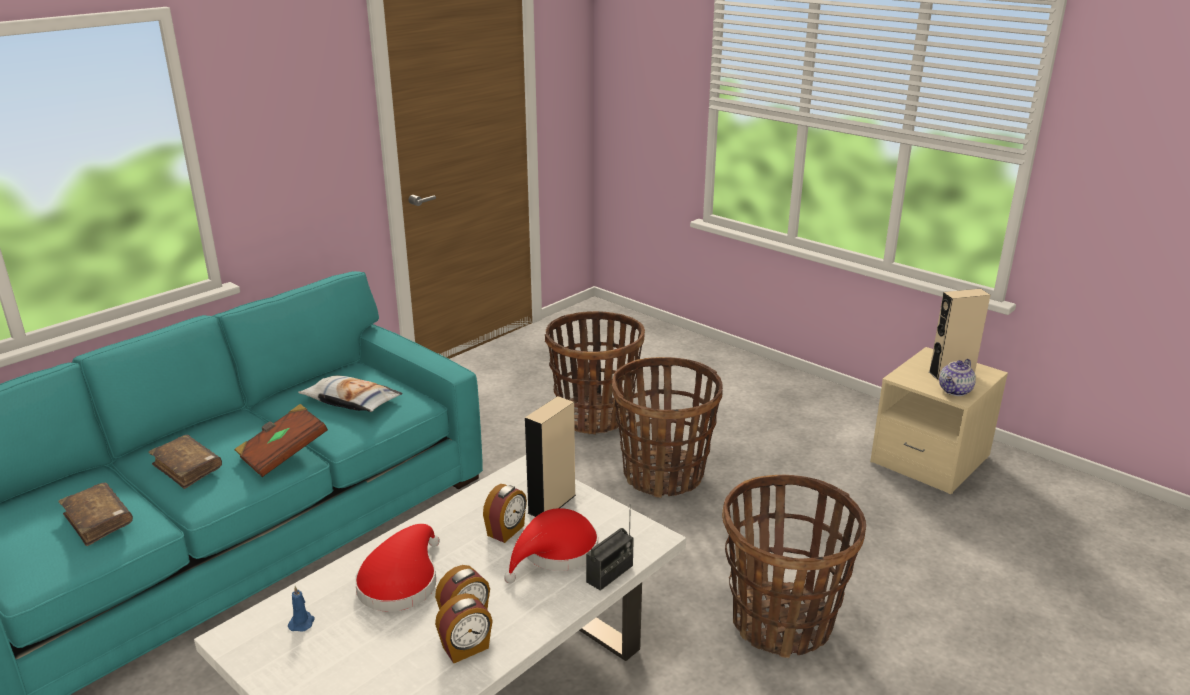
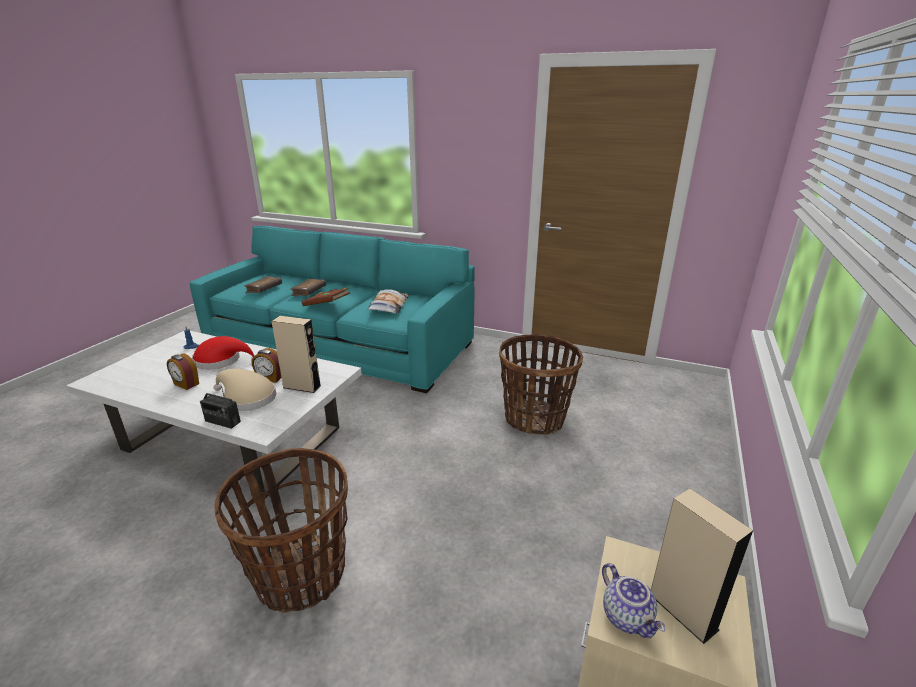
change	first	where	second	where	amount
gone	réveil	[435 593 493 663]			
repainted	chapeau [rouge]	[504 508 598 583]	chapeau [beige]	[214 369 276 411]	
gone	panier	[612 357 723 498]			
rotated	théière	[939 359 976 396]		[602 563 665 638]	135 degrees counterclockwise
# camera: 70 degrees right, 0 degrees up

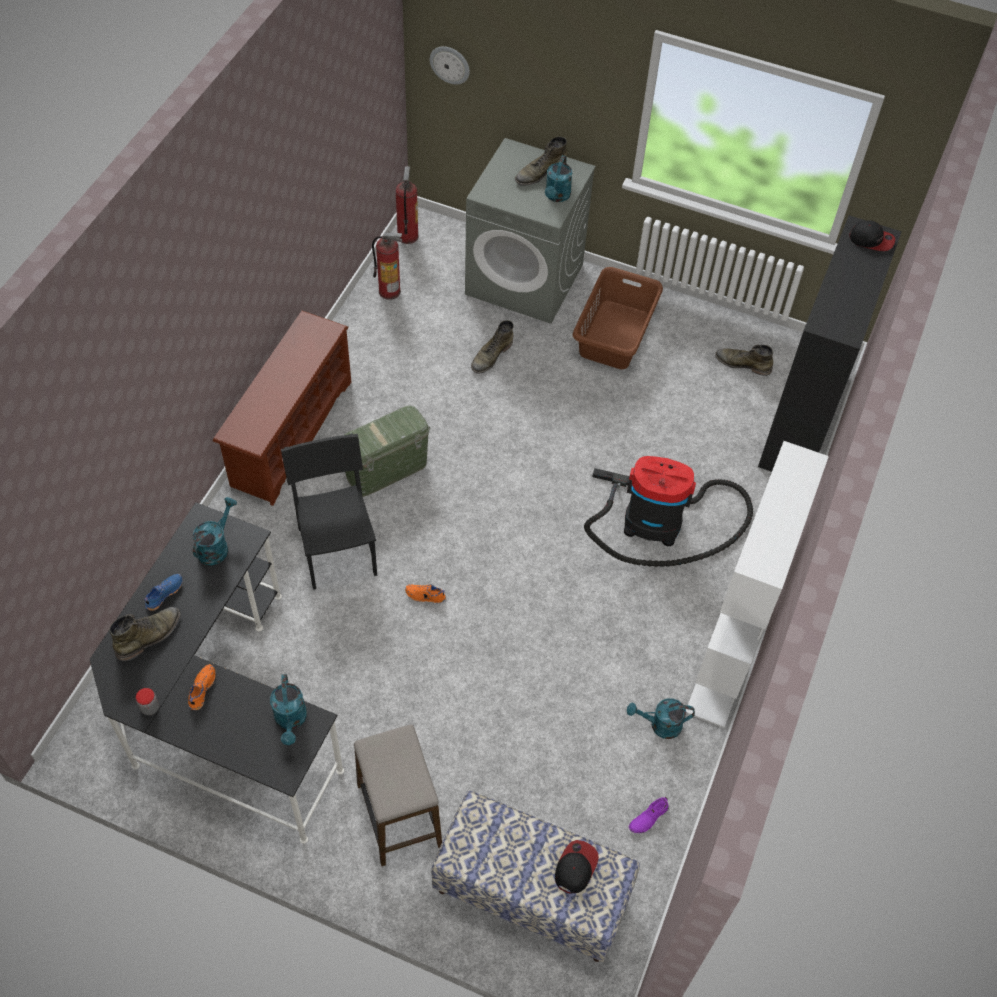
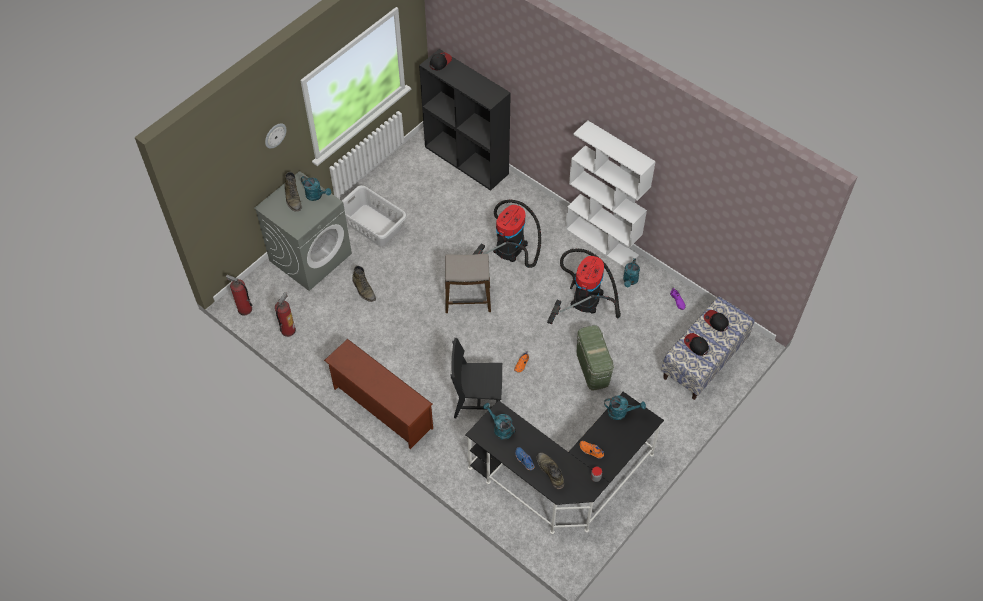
change	first	where	second	where	amount
shifted	boîte de rangement [vert]	[345 405 430 497]		[577 325 614 390]	
shifted	tabouret	[354 724 442 866]		[445 254 491 313]	
shifted	horloge murale	[430 47 470 84]		[265 123 287 149]	
repainted	panier à linge [marron]	[573 267 663 369]	panier à linge [gris]	[342 185 407 246]	
gone	botte [vert]	[715 345 773 376]			
new			aspirateur	[547 249 621 324]	
new			casquette	[684 333 709 356]	
# camera: 70 degrees left, 0 degrees up

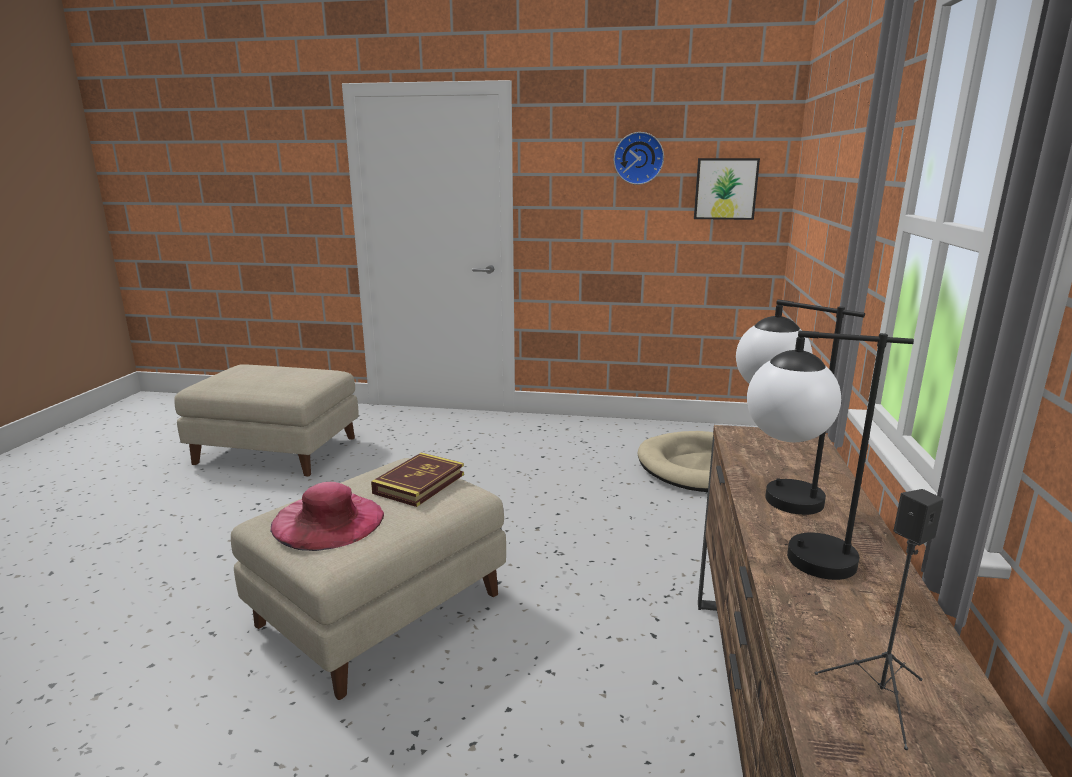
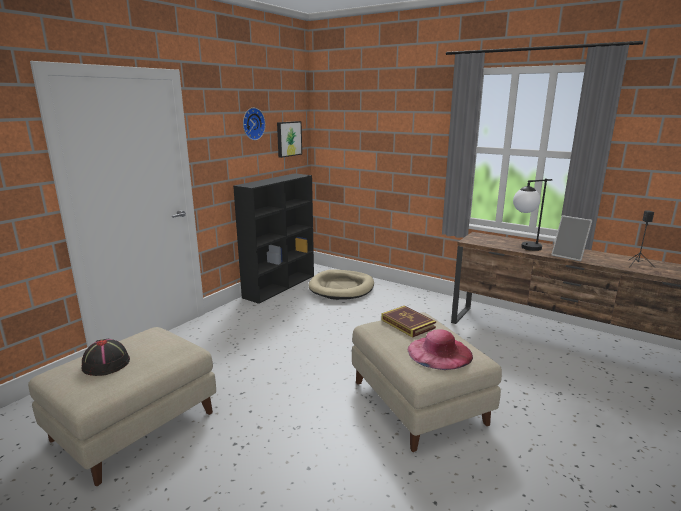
change	first	where	second	where	amount
swapped	lampe de table	[747 331 914 580]	cadre photo	[551 215 592 261]	
new			chapeau [noir]	[82 339 130 376]	
new			bibliothèque [noir]	[233 173 314 304]	
# camera: 65 degrees left, 0 degrees up

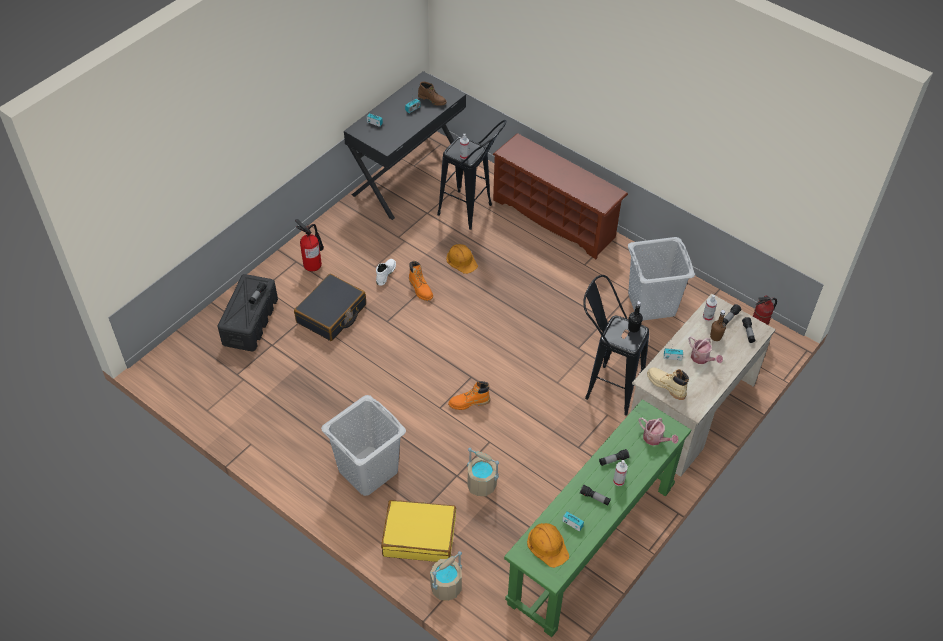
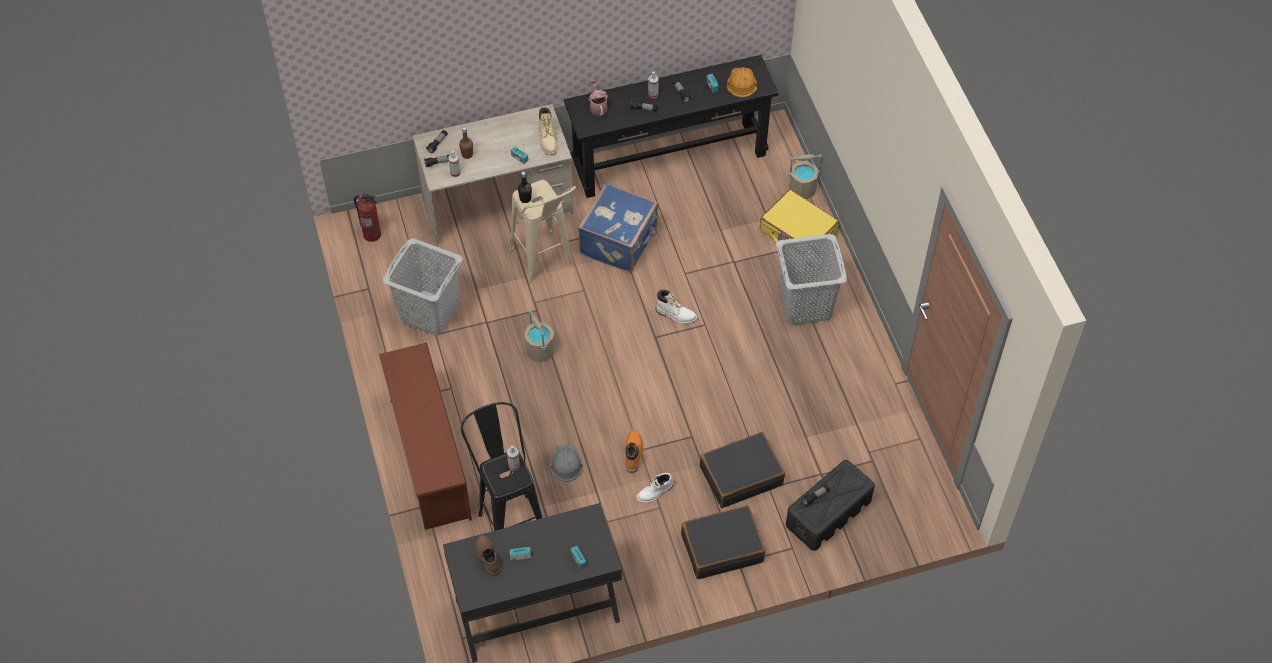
change	first	where	second	where	amount
swapped	extincteur	[295 219 324 272]	valise [noir]	[681 505 765 579]	
repainted	casque de chantier [orange]	[446 244 478 274]	casque de chantier [gris]	[551 444 583 482]	
repainted	botte [orange]	[448 381 490 410]	botte [blanc]	[655 290 697 324]	
shifted	seau [beige]	[467 448 499 496]		[525 309 556 362]	
repainted	table console [vert]	[504 399 691 637]	table console [noir]	[564 55 778 198]	
repainted	tabouret [noir]	[583 275 649 416]	tabouret [beige]	[509 180 576 282]	
gone	arrosoir	[688 337 723 364]			
new			valise [bleu]	[578 183 658 272]	
# camera: 145 degrees left, 5 degrees up

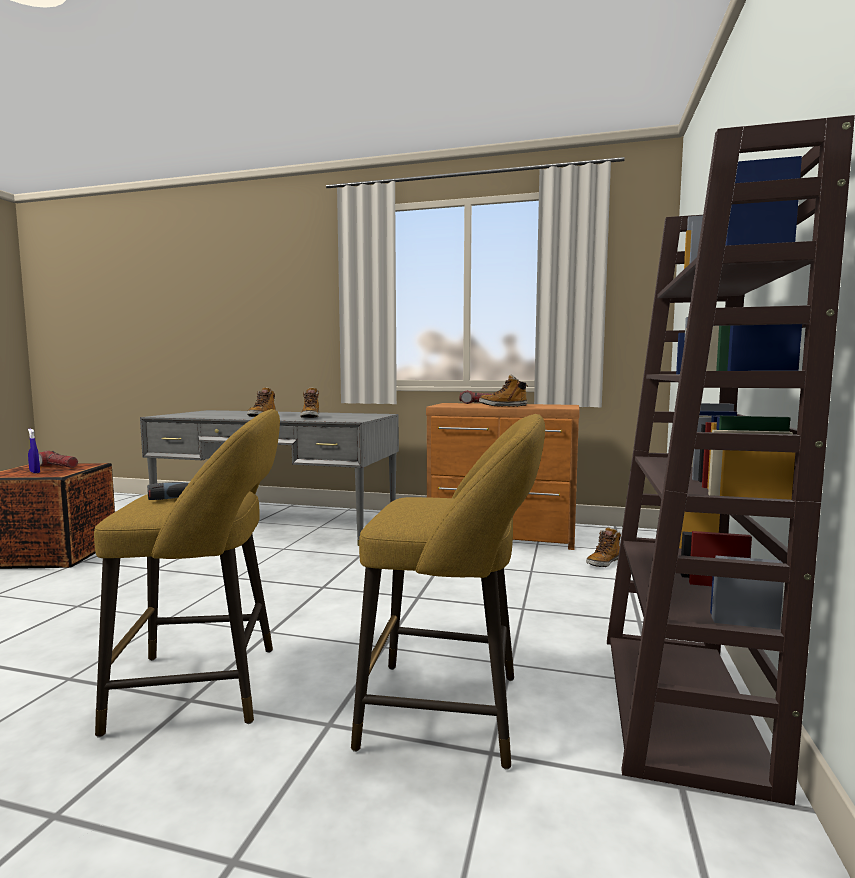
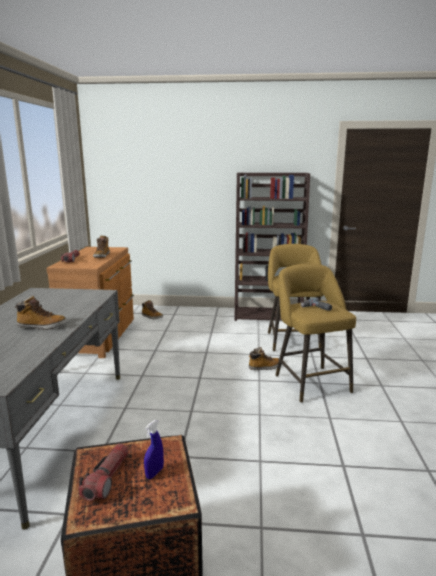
change	first	where	second	where	amount
shifted	botte	[300 387 319 418]		[248 347 279 370]	
# camera: 100 degrees left, 10 degrees up

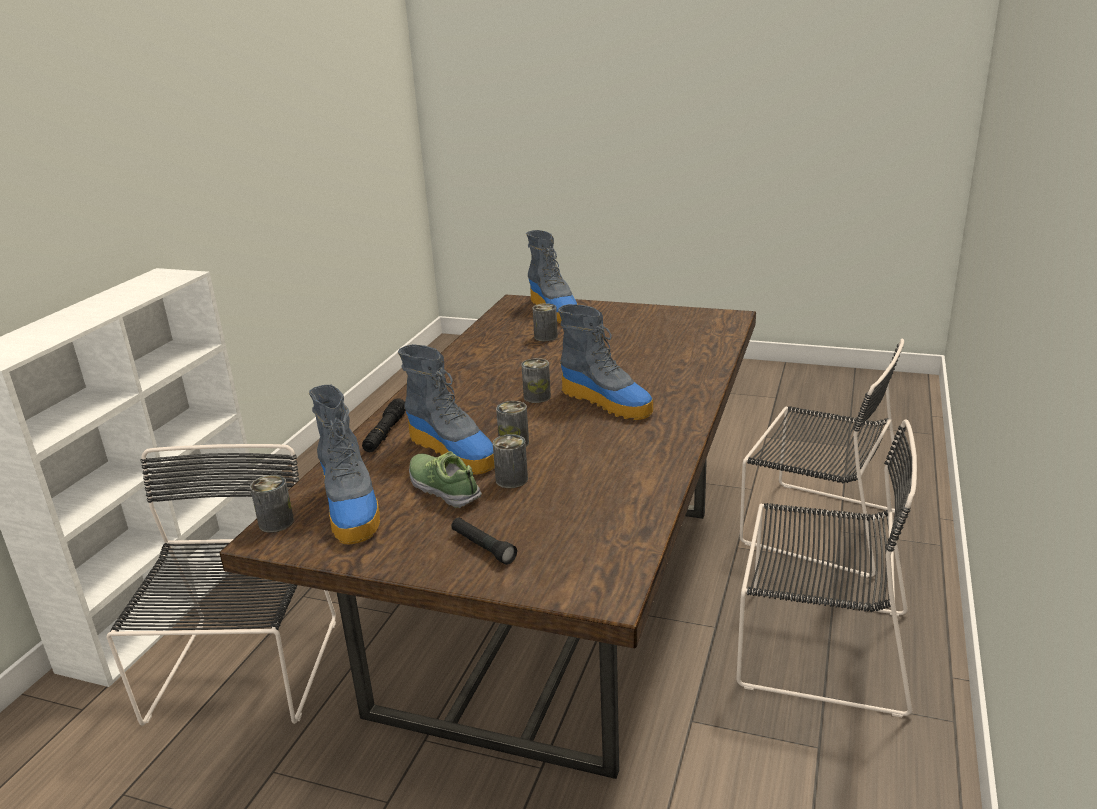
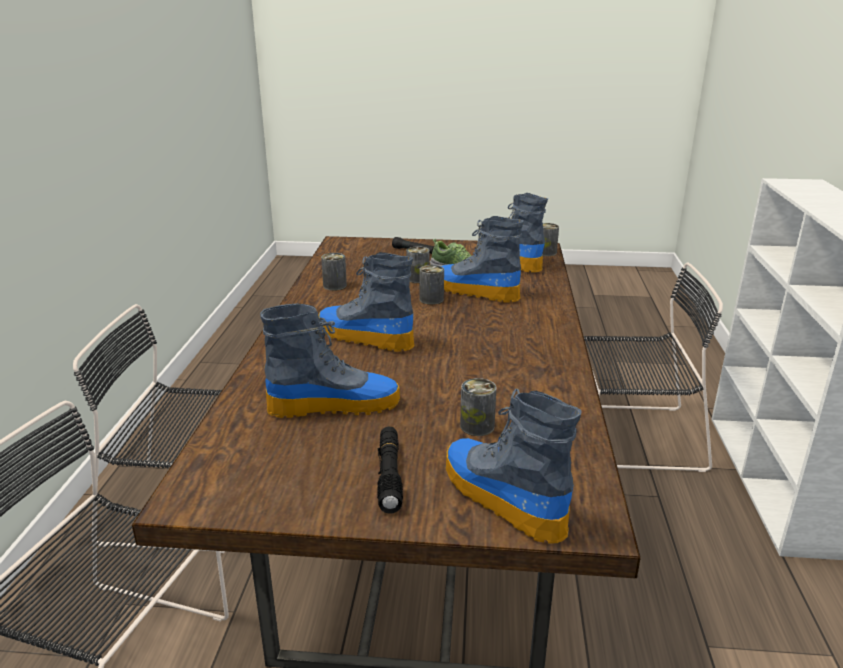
change	first	where	second	where	amount
rotated	chaise [noir]	[106 444 336 725]		[584 263 723 472]	75 degrees counterclockwise
shifted	lampe de poche [noir]	[362 398 406 452]		[377 427 403 514]	
shifted	boîte métallique	[522 358 551 403]		[321 253 347 291]	
new			botte	[260 303 400 418]	
# camera: 165 degrees right, 0 degrees up

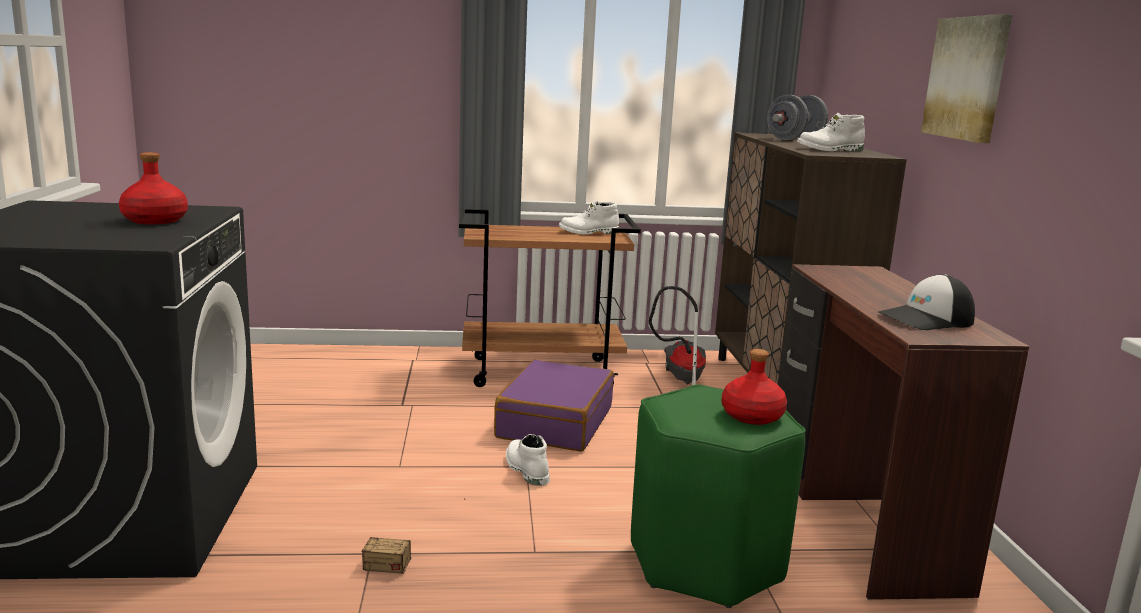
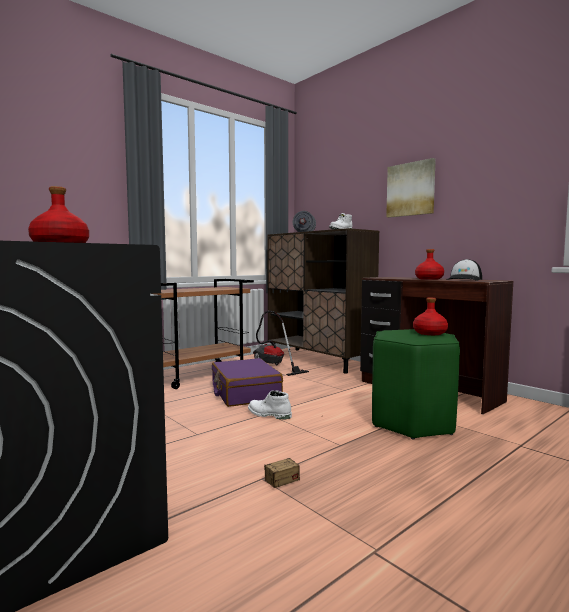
change	first	where	second	where	amount
gone	botte [blanc]	[559 201 619 234]			
new			bouteille [rouge]	[415 249 444 280]	
# camera: 35 degrees left, 10 degrees down

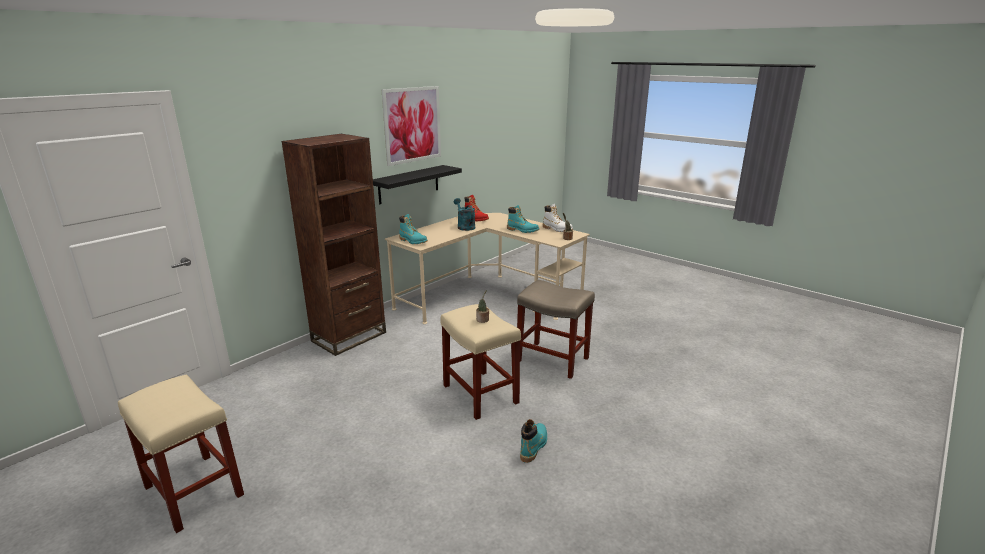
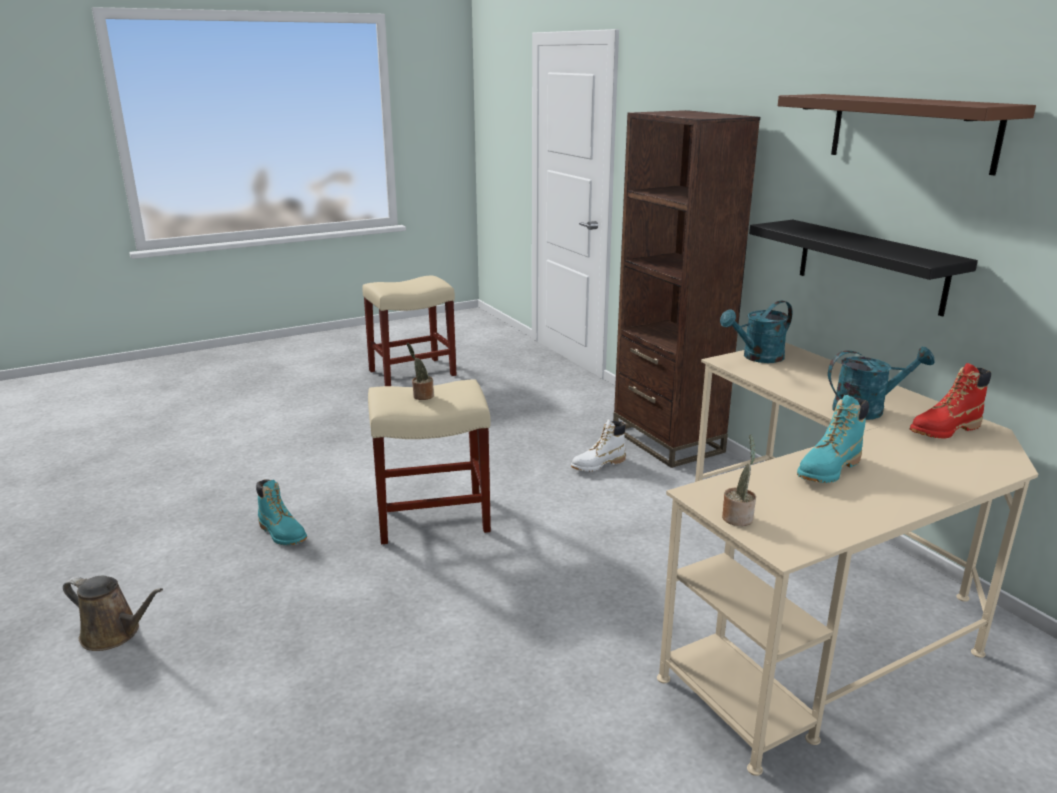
change	first	where	second	where	amount
swapped	tableau	[382 86 441 166]	étagère [marron]	[778 94 1036 175]	
swapped	botte [turquoise]	[399 214 428 244]	arrosoir [turquoise]	[720 301 792 363]	
gone	tabouret [beige]	[517 280 595 379]			
shifted	botte [blanc]	[543 204 573 232]		[571 419 626 472]	
new			arrosoir [marron]	[63 576 163 651]	
# camera: 110 degrees right, 0 degrees up

